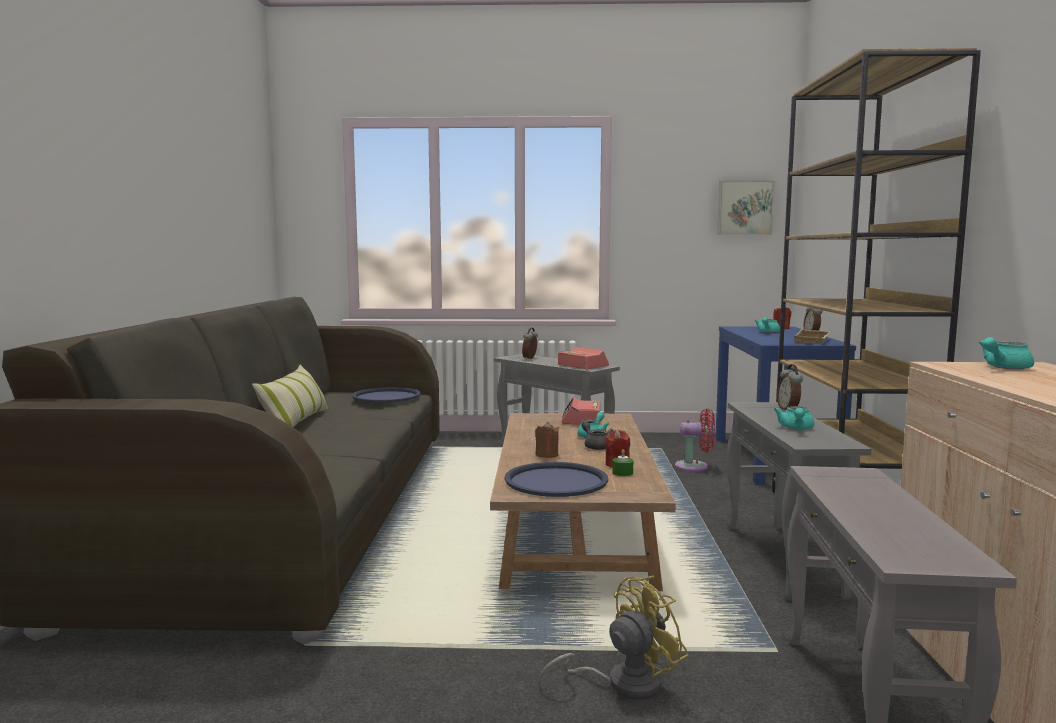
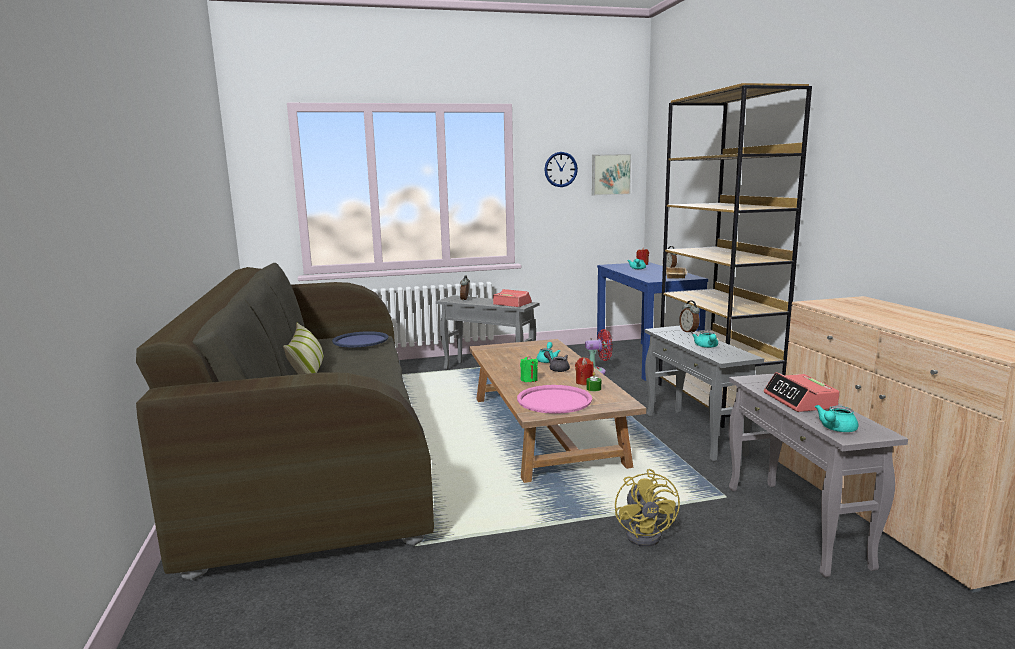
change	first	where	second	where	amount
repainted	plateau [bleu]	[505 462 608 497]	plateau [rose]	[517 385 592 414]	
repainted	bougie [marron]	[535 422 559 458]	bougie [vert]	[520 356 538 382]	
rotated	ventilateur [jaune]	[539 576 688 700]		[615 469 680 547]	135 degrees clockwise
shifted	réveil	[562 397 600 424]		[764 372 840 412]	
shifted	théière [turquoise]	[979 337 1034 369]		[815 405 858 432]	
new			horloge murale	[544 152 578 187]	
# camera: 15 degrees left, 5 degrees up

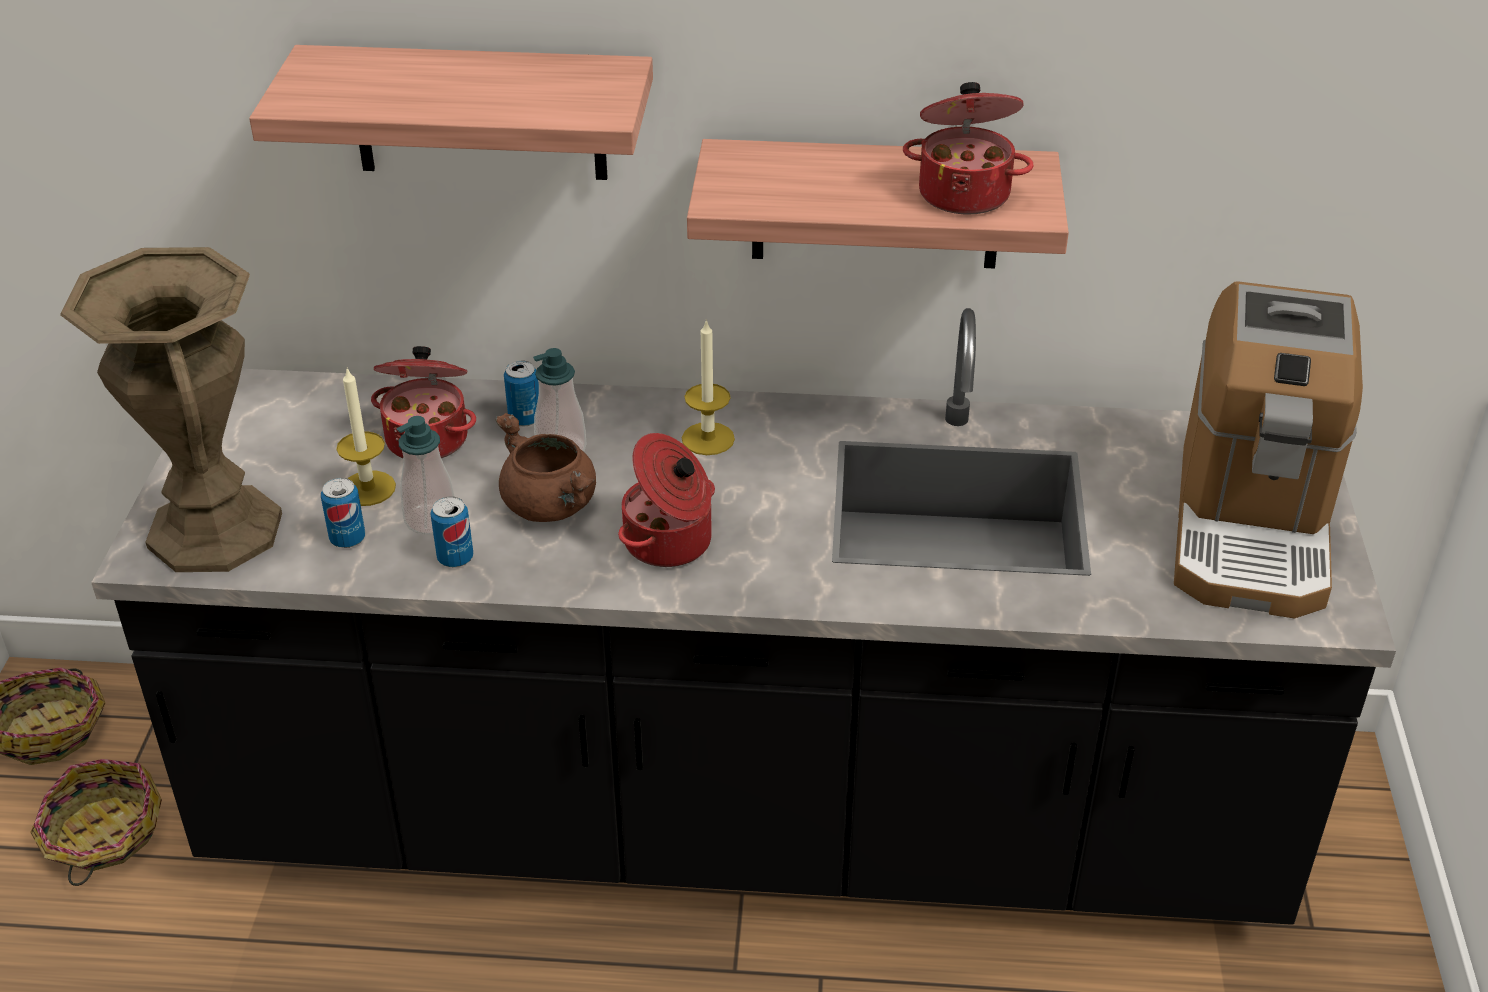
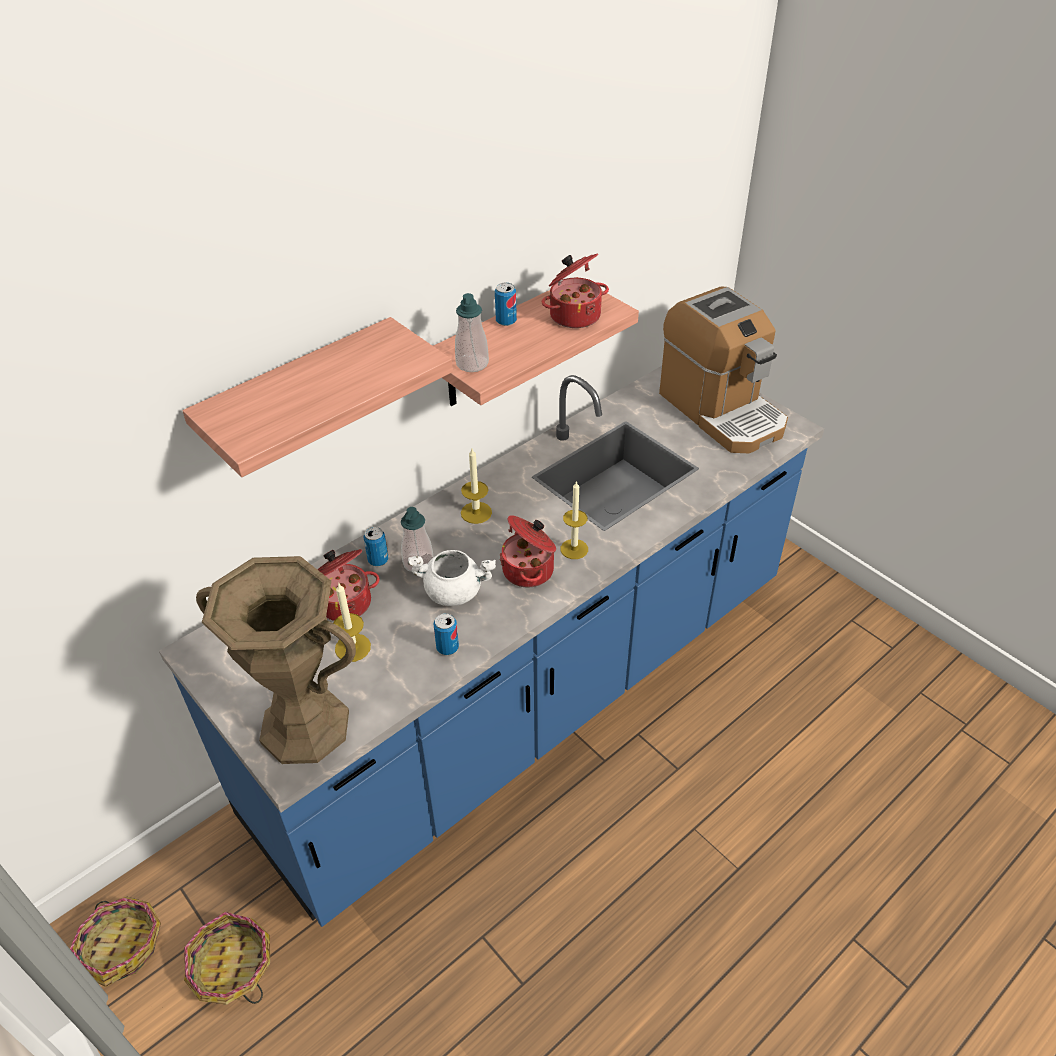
change	first	where	second	where	amount
repainted	comptoir de cuisine [noir]	[91 308 1396 925]	comptoir de cuisine [bleu]	[159 366 824 927]	
shifted	boîte métallique	[321 478 365 548]		[495 283 517 326]	
shifted	distributeur de savon	[396 416 455 535]		[455 293 489 372]	
repainted	marmite [marron]	[495 413 596 522]	marmite [blanc]	[408 550 496 606]	
new			bougie	[561 481 588 559]	
# camera: 45 degrees left, 5 degrees up

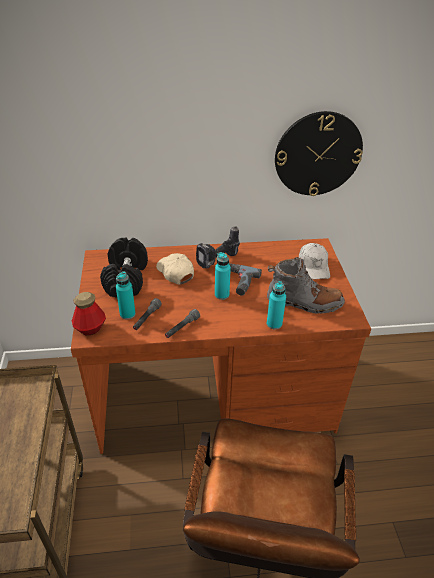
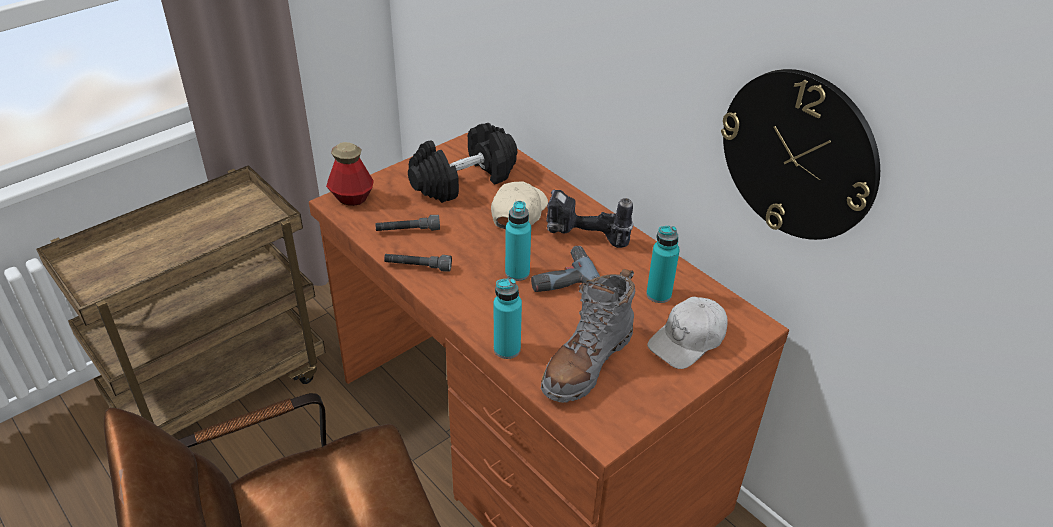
change	first	where	second	where	amount
shifted	bouteille [turquoise]	[116 271 136 320]		[646 226 680 303]	
rotated	botte [gris]	[267 257 345 314]		[541 269 635 403]	60 degrees clockwise
# camera: 55 degrees right, 0 degrees up

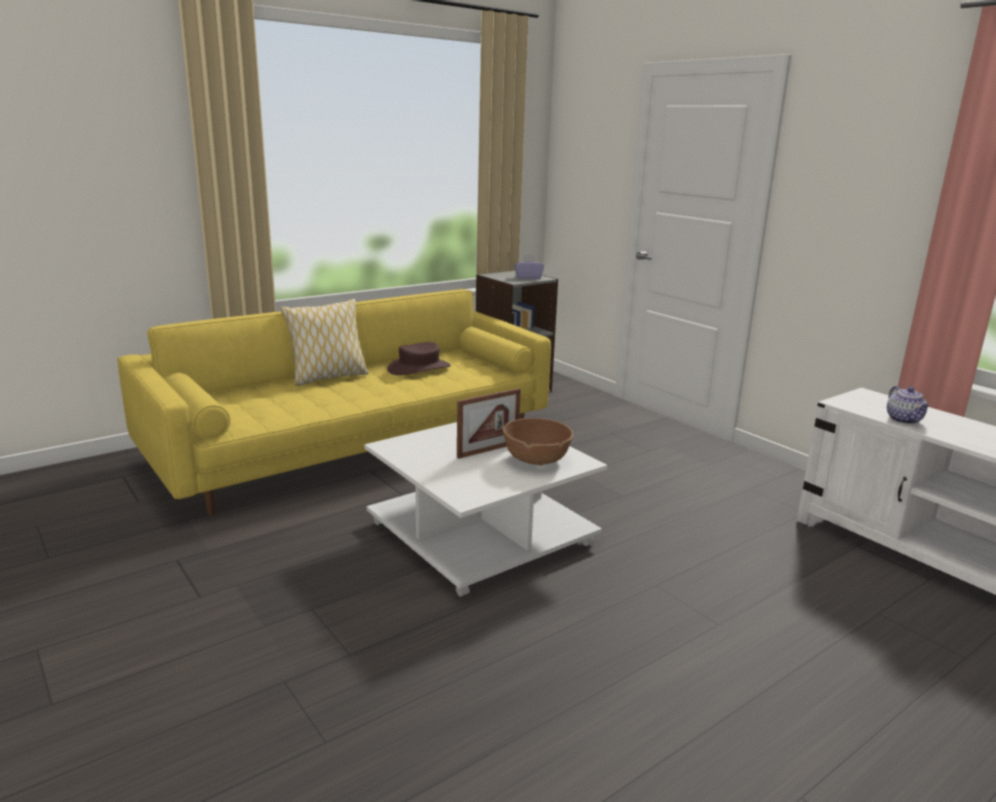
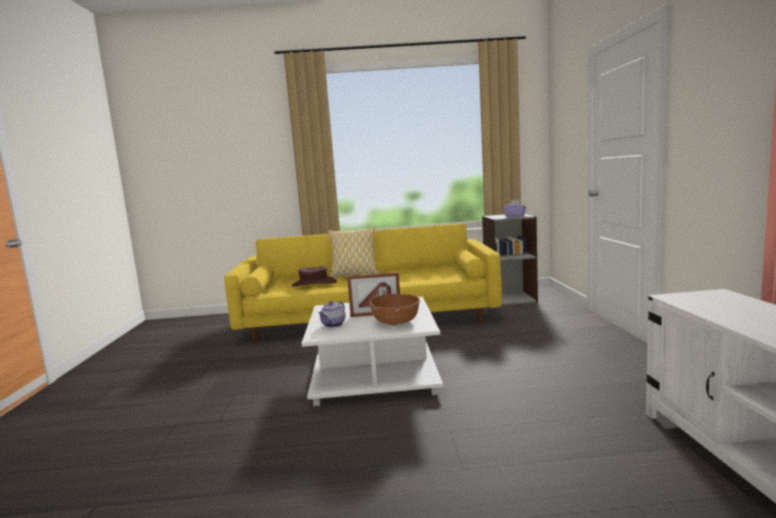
change	first	where	second	where	amount
shifted	chapeau [marron]	[387 342 451 375]		[291 266 337 287]	
shifted	théière	[887 386 929 424]		[319 301 345 327]	
# camera: 35 degrees right, 10 degrees down

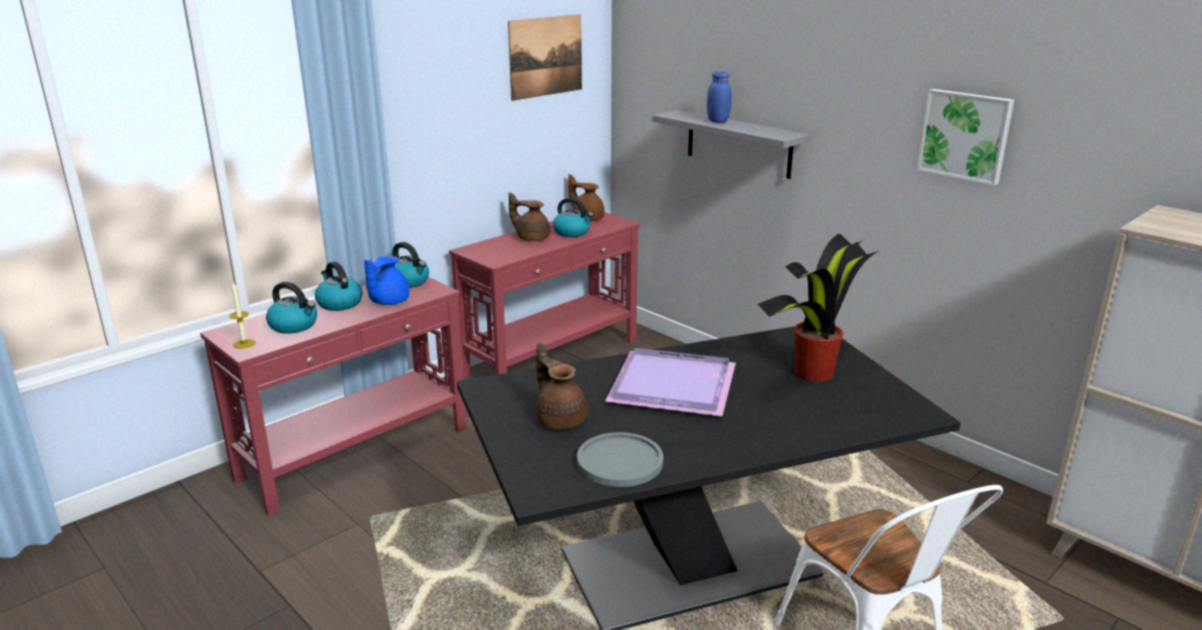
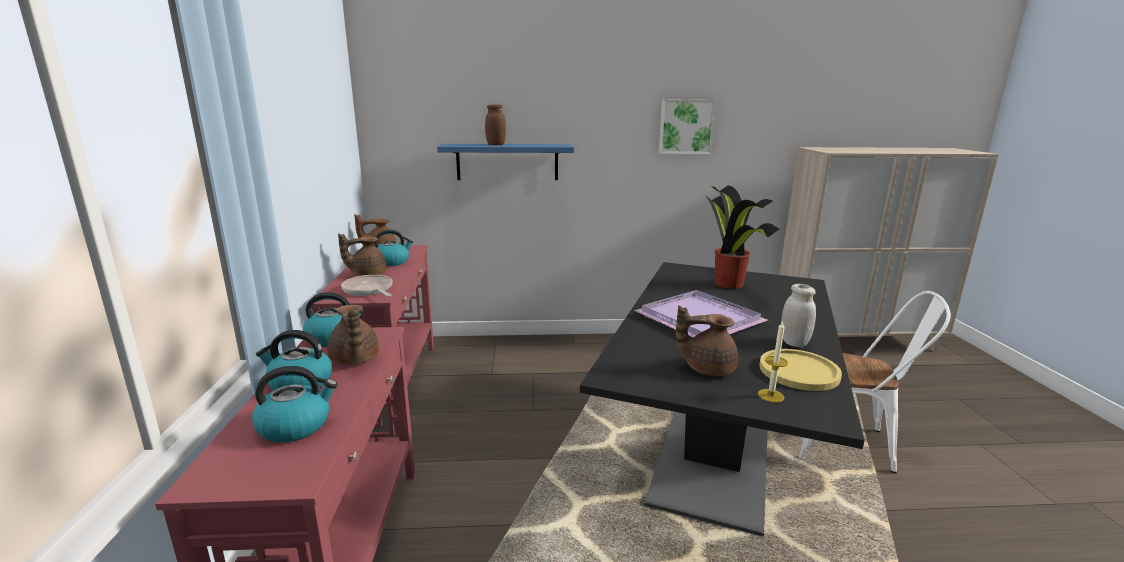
change	first	where	second	where	amount
shifted	bougie	[229 282 255 349]		[758 320 788 403]	
repainted	théière [bleu]	[364 256 409 305]	théière [marron]	[327 305 379 365]	
gone	tableau	[508 14 582 101]			
repainted	assiette [gris]	[577 432 664 487]	assiette [jaune]	[759 349 842 391]	
repainted	étagère [gris]	[652 110 810 179]	étagère [bleu]	[437 144 574 180]	
repainted	bocal [bleu]	[707 72 732 123]	bocal [marron]	[485 104 506 145]	
new			poêle	[341 275 393 297]	
new			bocal [blanc]	[781 284 816 347]	
# camera: 50 degrees left, 5 degrees down

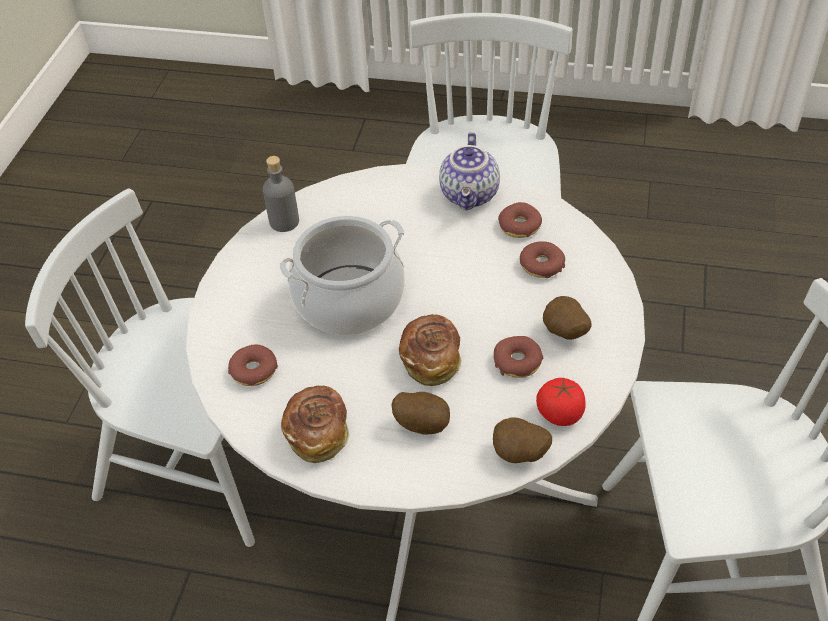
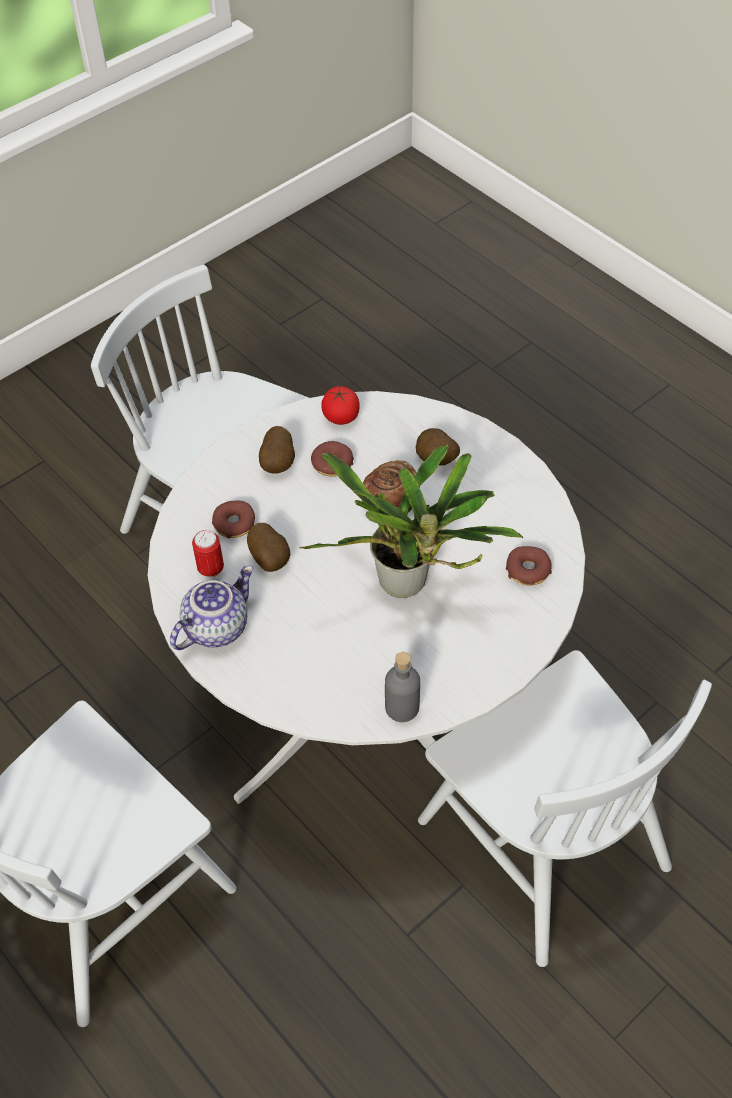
change	first	where	second	where	amount
swapped	marmite	[280 216 405 335]	plante en pot	[299 445 524 598]	
gone	pain	[281 386 349 463]			
shifted	pomme de terre	[493 417 552 463]		[247 523 290 572]	
swapped	beignet	[498 202 542 238]	boîte métallique	[192 530 224 578]	
# camera: 145 degrees left, 5 degrees up

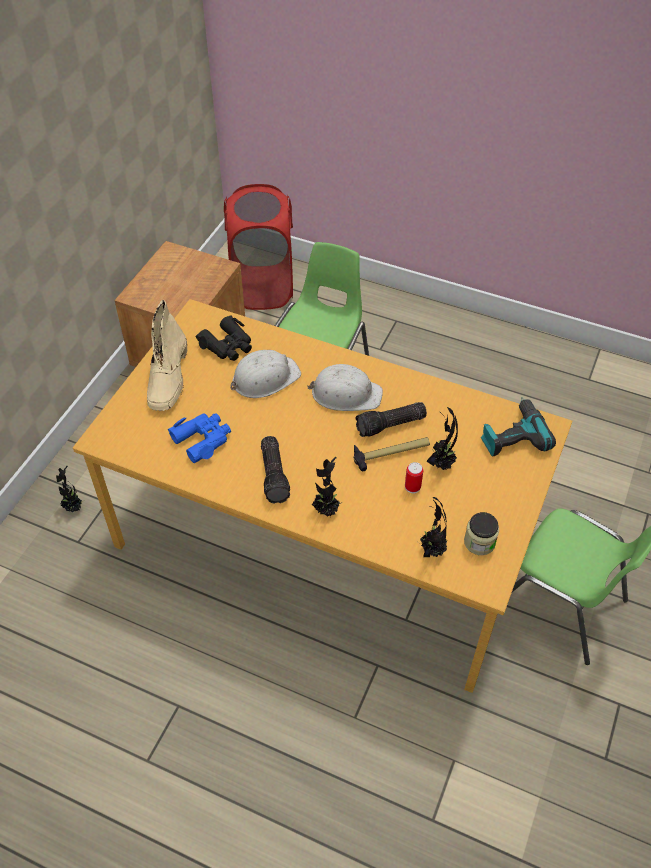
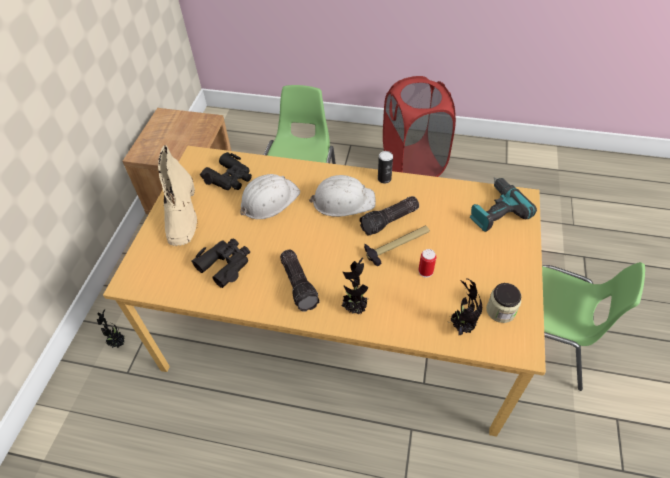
change	first	where	second	where	amount
repainted	jumelles [bleu]	[168 413 231 463]	jumelles [noir]	[191 238 250 288]	
shifted	panier à linge [rouge]	[224 184 293 310]		[383 76 456 177]	
gone	plante en pot	[426 407 458 470]			
new			boîte métallique	[378 151 393 184]	
# camera: 10 degrees left, 0 degrees up

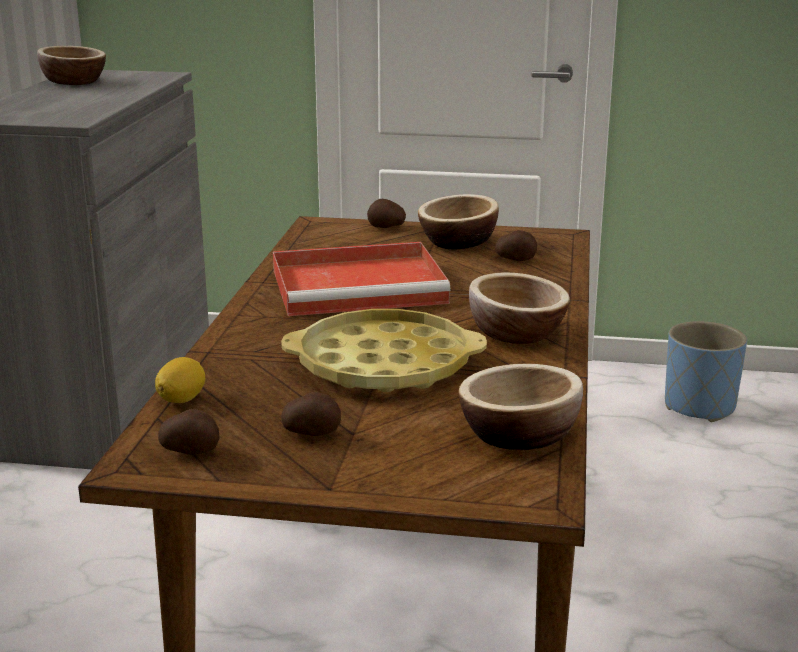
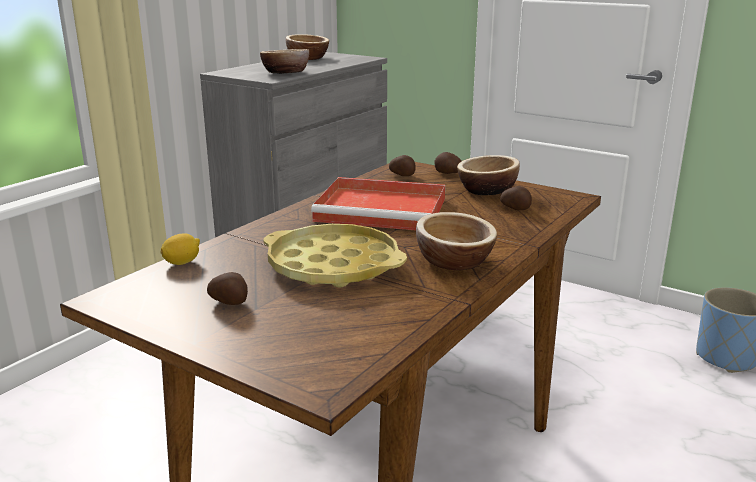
change	first	where	second	where	amount
shifted	pomme de terre	[158 409 219 455]		[389 155 416 176]	
shifted	bol	[459 364 583 450]		[260 49 309 74]	
# camera: 25 degrees right, 0 degrees up

